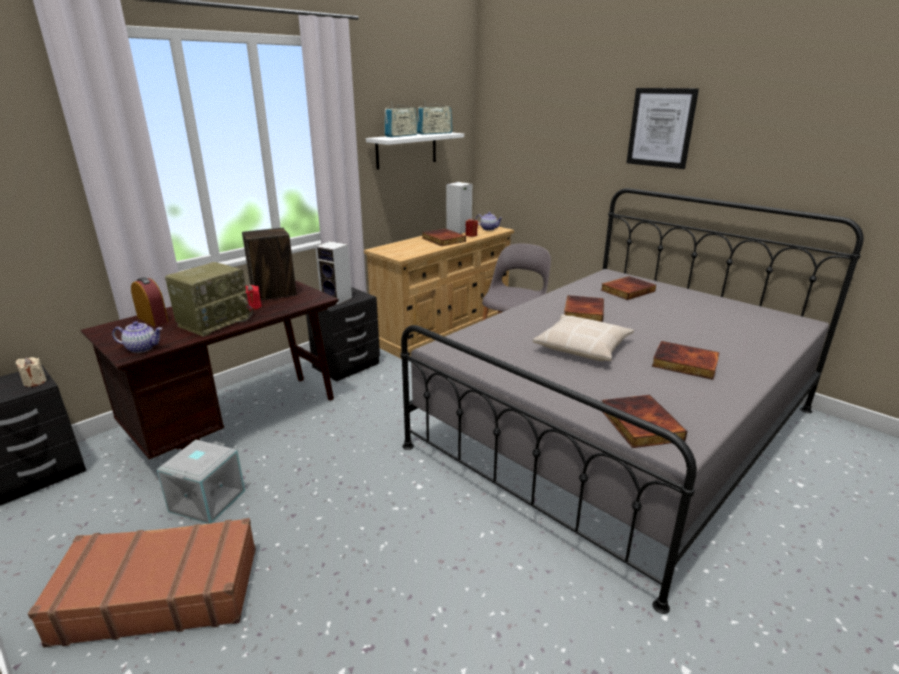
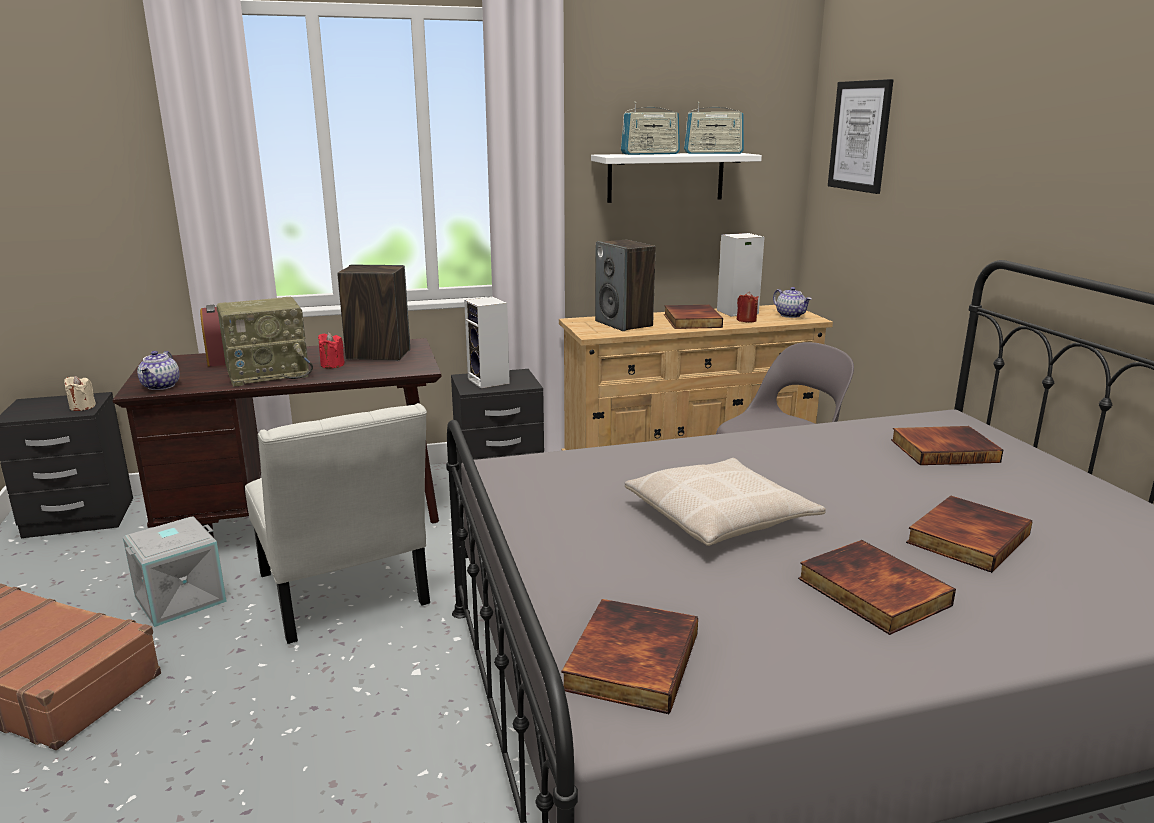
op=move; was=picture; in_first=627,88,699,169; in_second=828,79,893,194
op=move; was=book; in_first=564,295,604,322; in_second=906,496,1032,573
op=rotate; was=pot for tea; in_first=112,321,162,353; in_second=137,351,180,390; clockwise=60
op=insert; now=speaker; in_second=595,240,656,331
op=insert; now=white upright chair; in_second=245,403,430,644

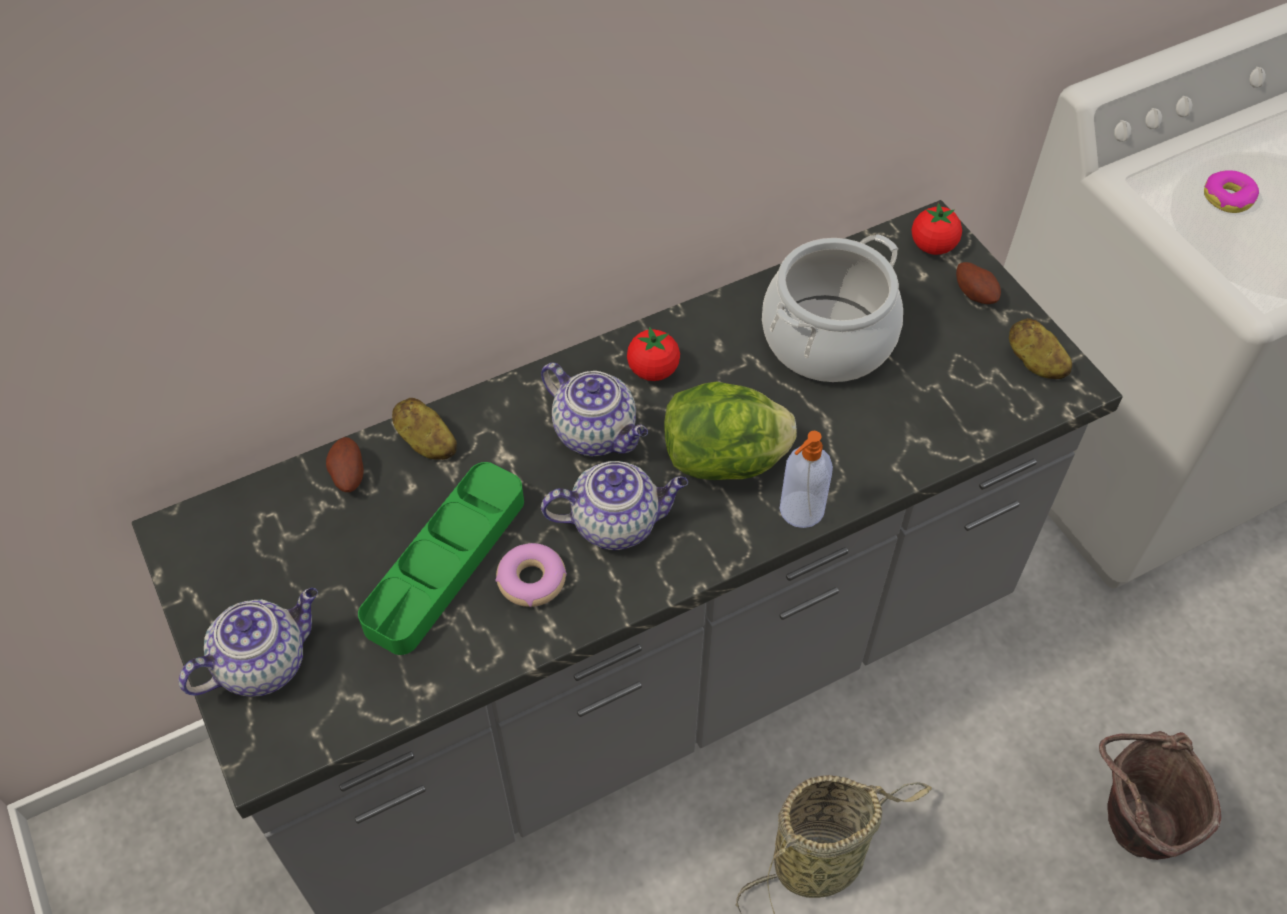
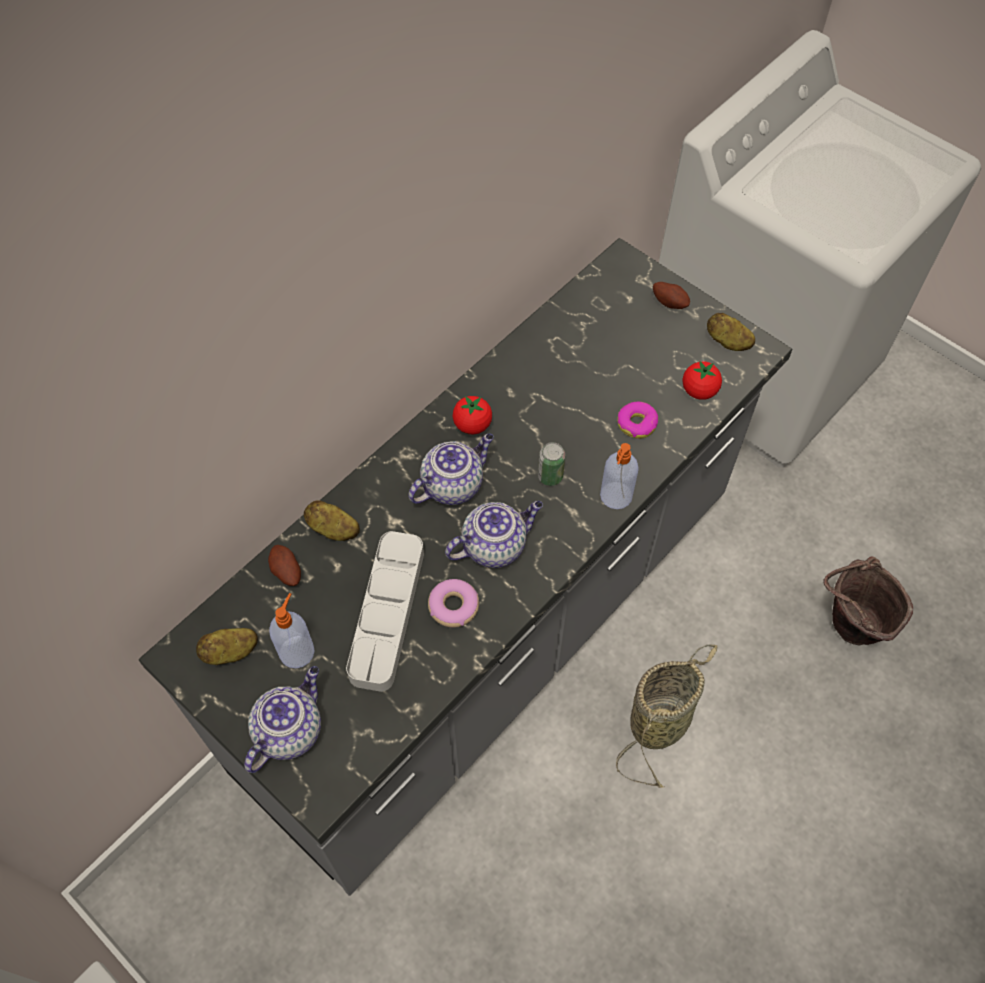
op=move; was=doughnut; in_first=1204,170,1259,213; in_second=617,402,658,439
op=move; was=fresh tomato; in_first=912,203,962,255; in_second=682,361,722,400
op=delete; was=saucepot; in_first=762,234,903,382
op=rotate; was=pot for tea; in_first=541,363,648,456; in_second=408,433,494,505; clockwise=-60
op=replace; was=head of lettuce; now=can; in_first=664,382,797,480; in_second=538,442,565,486
op=recolor; was=green tray; now=greyish tray; in_first=358,462,524,655; in_second=346,531,424,692
op=insert; now=soap dispenser; in_second=269,593,314,668
op=insert; now=whole potato; in_second=196,628,258,665

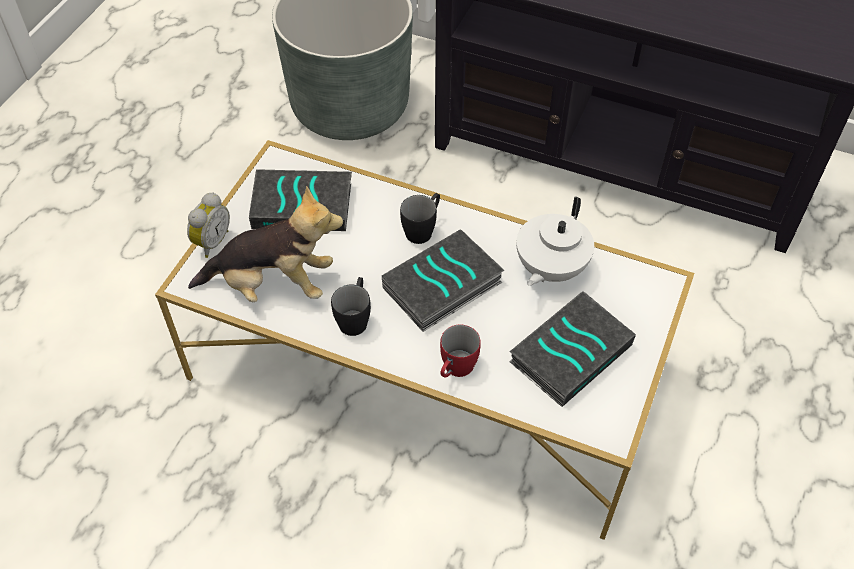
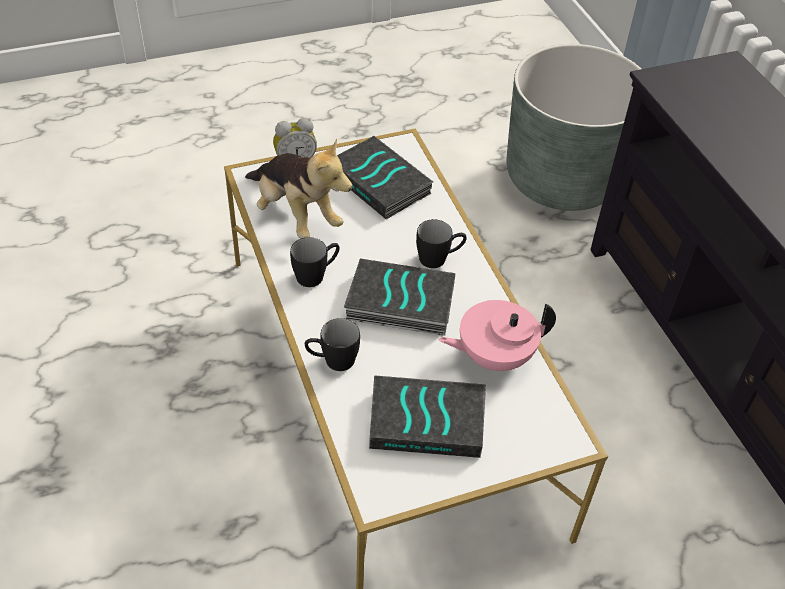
op=recolor; was=white pot for tea; now=pinkish pot for tea; in_first=517,196,594,286; in_second=439,300,556,371
op=recolor; was=red-coloured mug; now=blackish mug; in_first=440,325,481,378; in_second=305,318,360,371

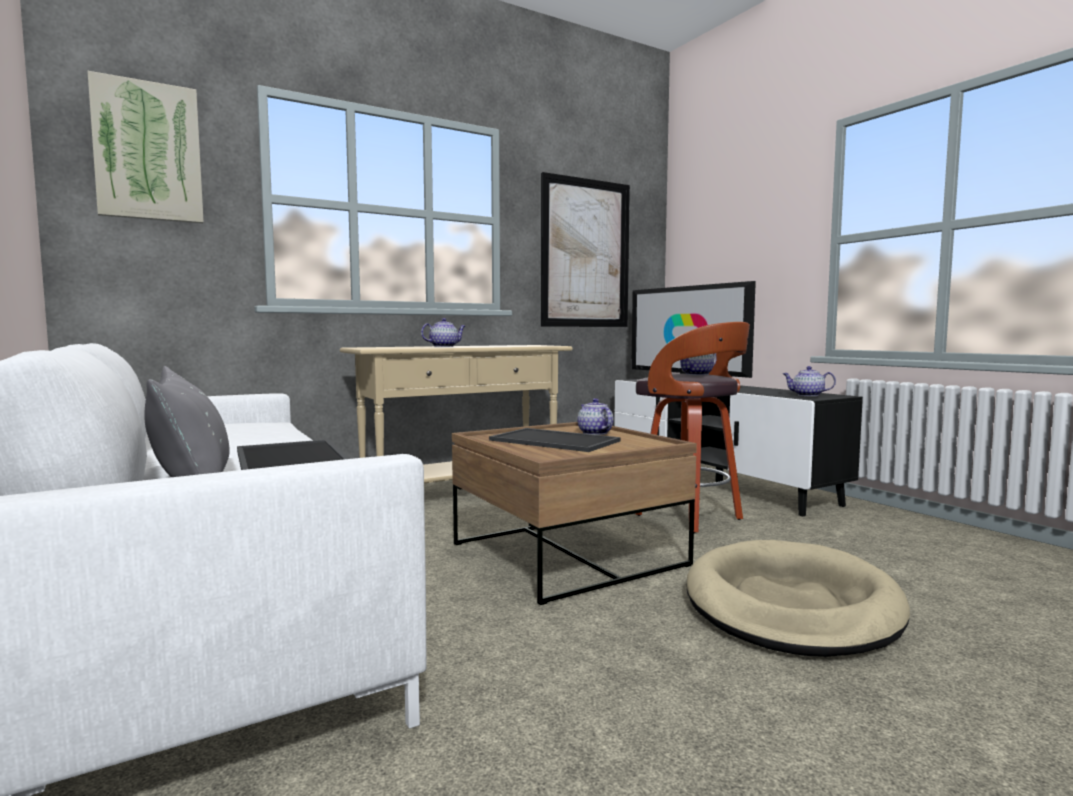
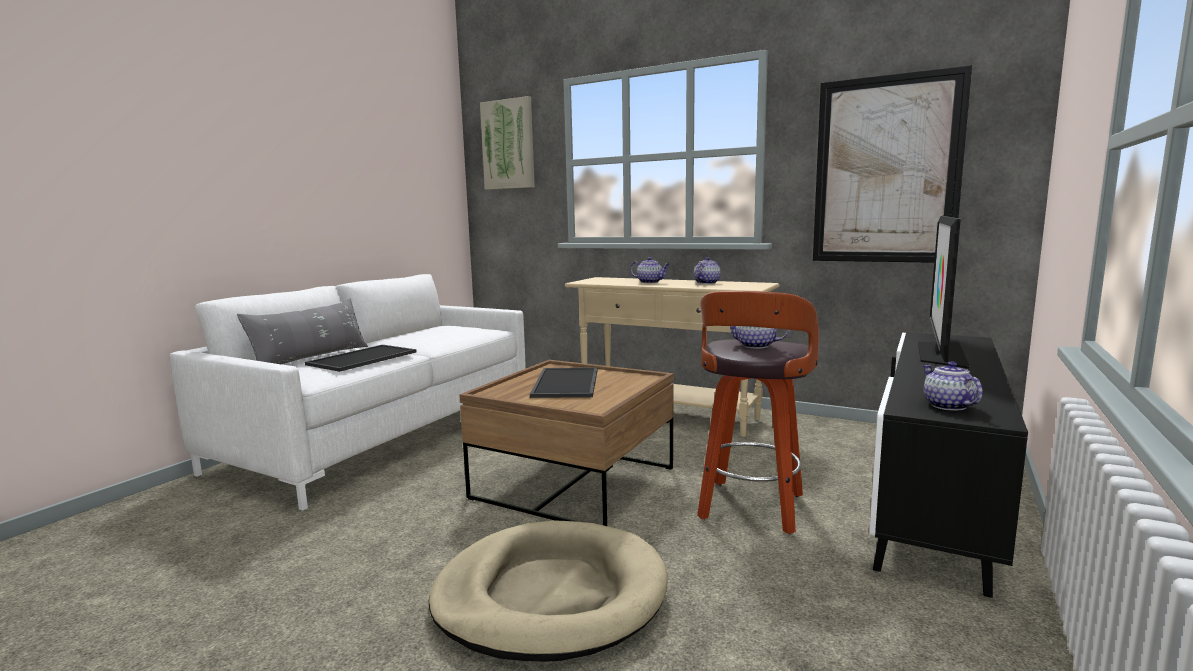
op=move; was=pot for tea; in_first=577,398,614,435; in_second=694,257,721,284

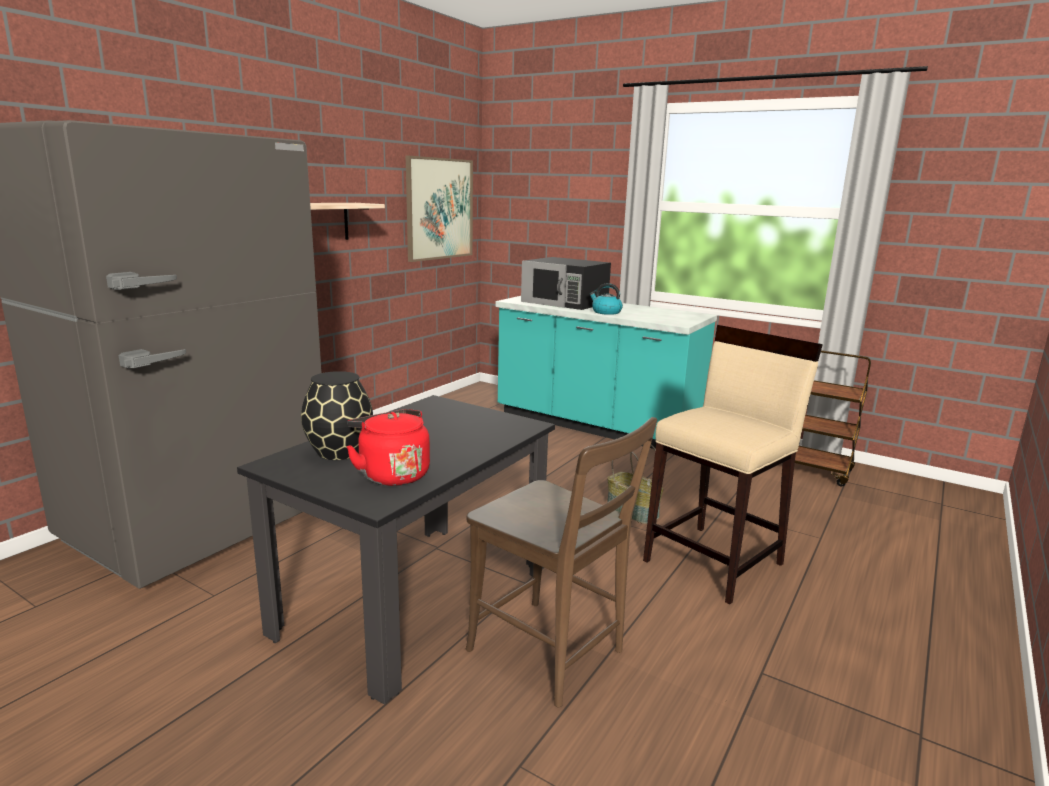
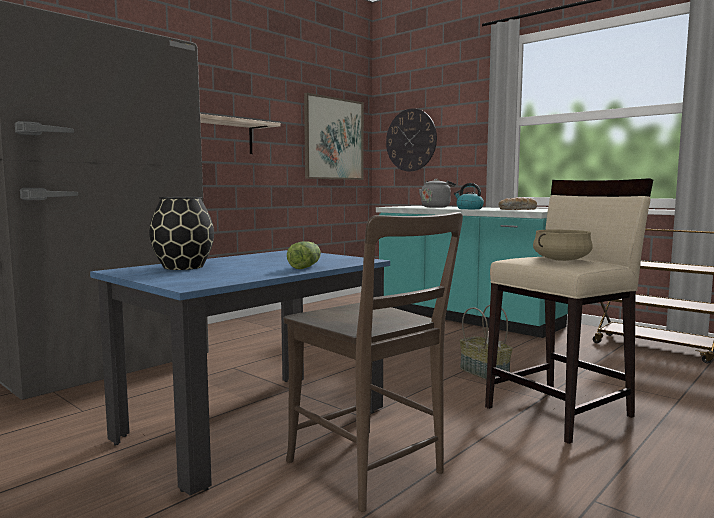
op=replace; was=blackish kitchen microwave; now=greyish water kettle; in_first=521,257,611,310; in_second=419,179,456,208
op=recolor; was=blackish dinner table; now=bluish dinner table; in_first=237,395,555,705; in_second=90,250,390,495
op=delete; was=red-coloured water kettle; in_first=346,409,430,486
op=insert; now=wall clock; in_second=386,109,437,171
op=insert; now=baked bread; in_second=499,197,537,210
op=insert; now=beige-coloured saucepot; in_second=533,230,593,261
op=insert; now=head of lettuce; in_second=287,241,321,269

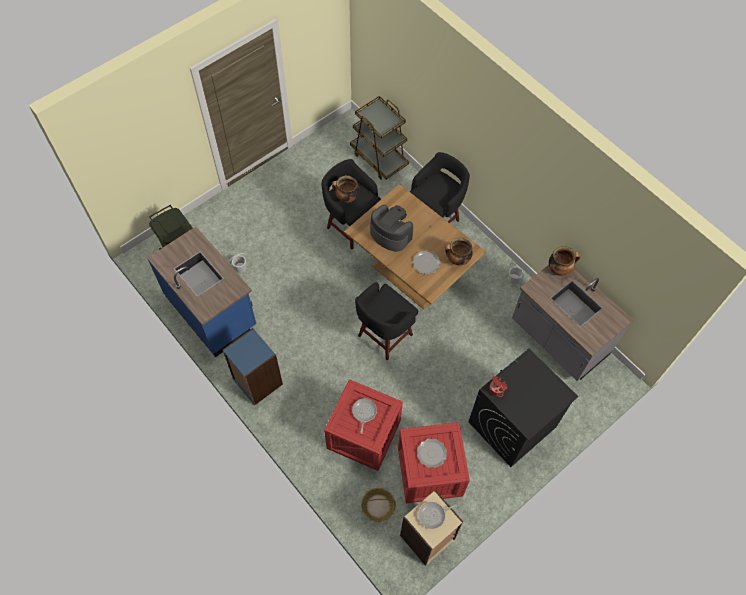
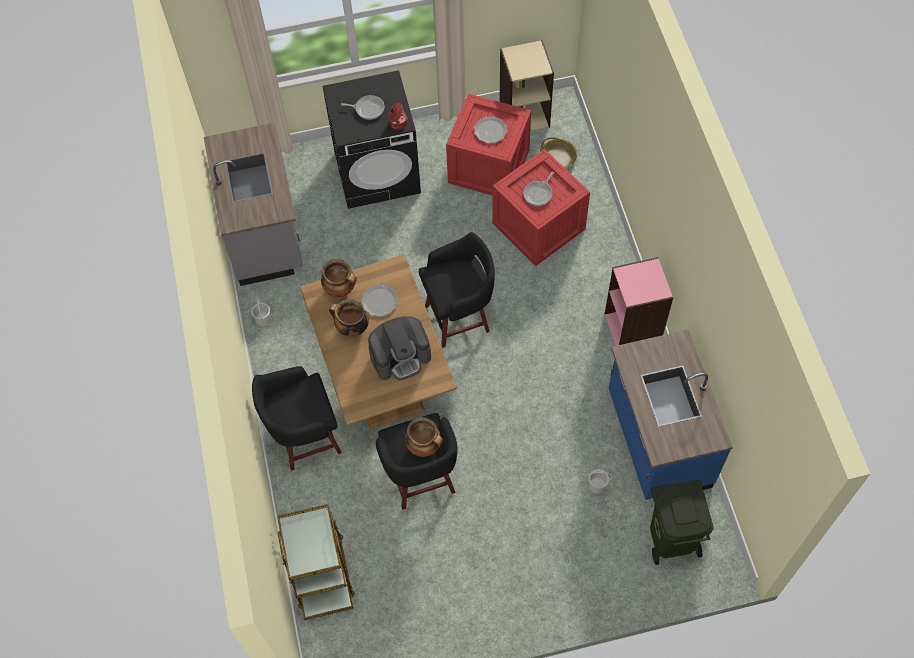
op=rotate; was=coffee maker; in_first=370,205,414,252; in_second=368,316,431,380; clockwise=-90
op=move; was=saucepot; in_first=549,246,580,276; in_second=329,299,369,337
op=recolor; was=bluish shelving unit; now=pinkish shelving unit; in_first=223,328,283,406; in_second=605,257,673,346
op=move; was=pan; in_first=418,502,457,529; in_second=341,95,384,120

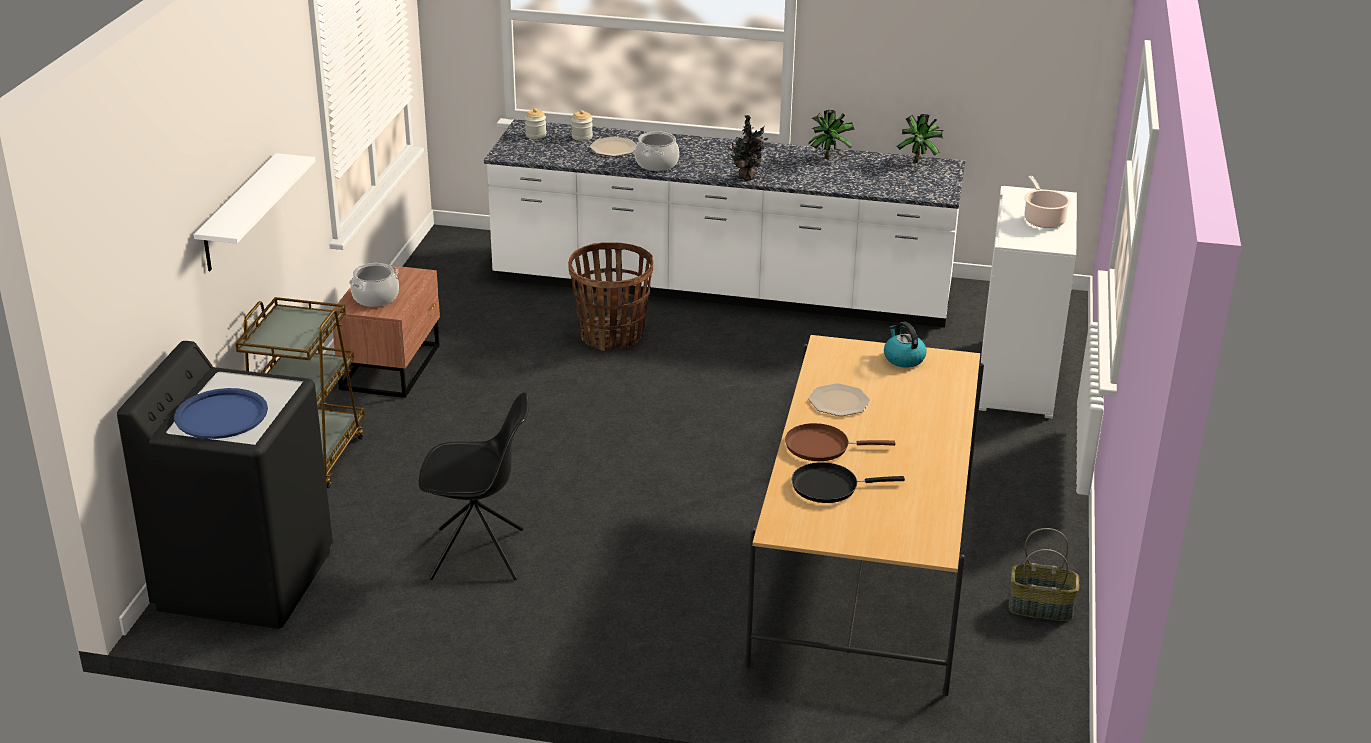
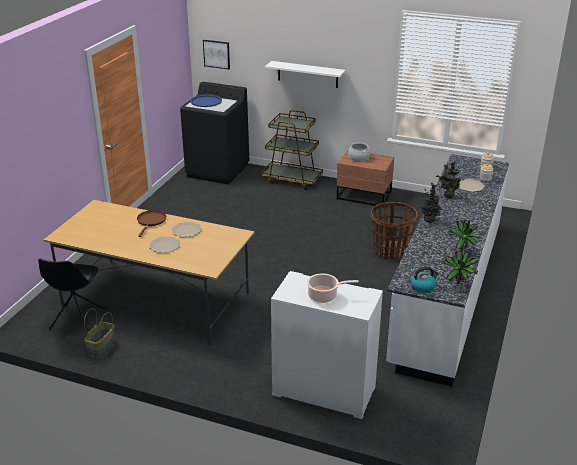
op=replace; was=saucepot; now=plant in a pot; in_first=635,131,679,171; in_second=436,160,465,198
op=move; was=water kettle; in_first=884,322,927,368; in_second=410,266,439,293
op=move; was=blackish upright chair; in_first=419,392,529,580; in_second=38,258,106,332
op=delete; was=blackish pan; in_first=792,462,905,503
op=insert; now=picture; in_second=203,40,230,69
op=insert; now=flat dish; in_second=149,237,180,253

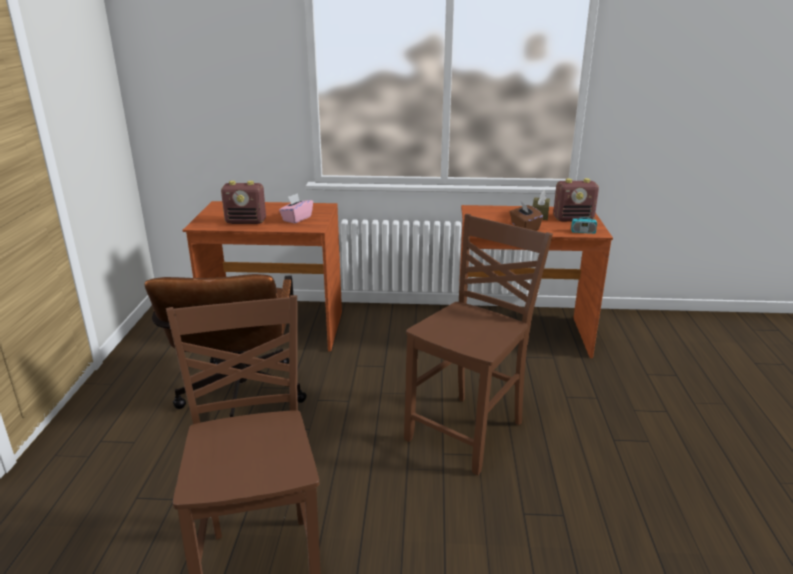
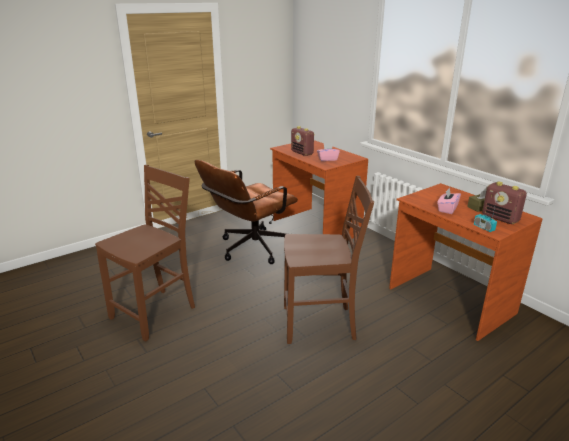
op=recolor; was=brown-coloured tissue box; now=pinkish tissue box; in_first=510,202,543,231; in_second=437,188,461,214

